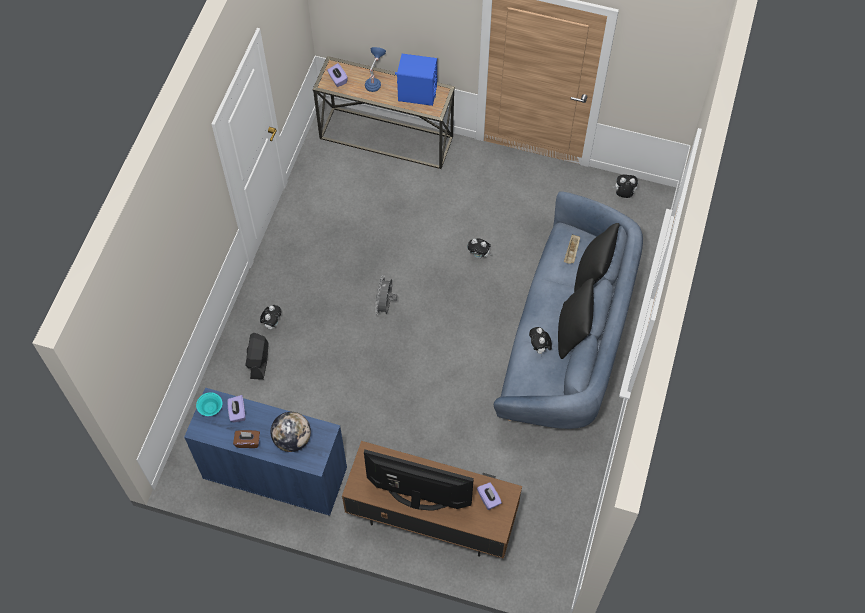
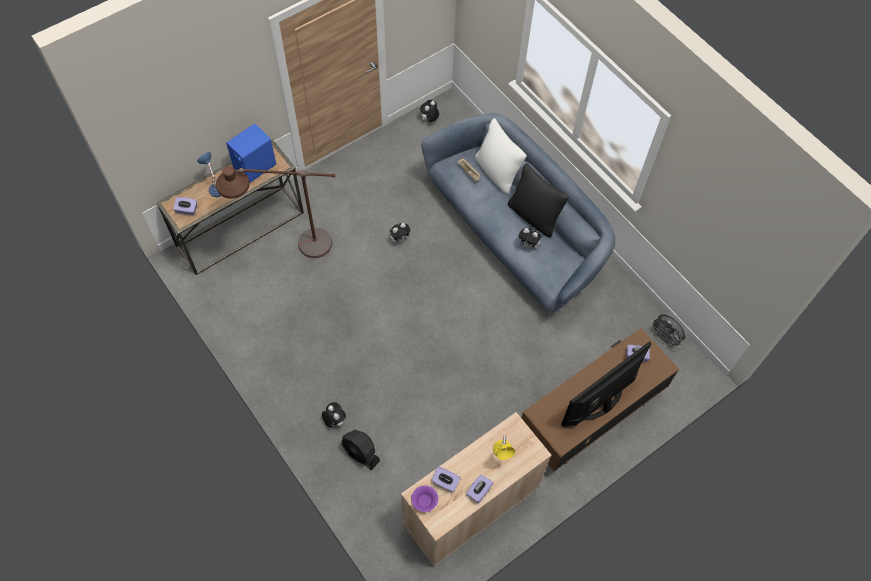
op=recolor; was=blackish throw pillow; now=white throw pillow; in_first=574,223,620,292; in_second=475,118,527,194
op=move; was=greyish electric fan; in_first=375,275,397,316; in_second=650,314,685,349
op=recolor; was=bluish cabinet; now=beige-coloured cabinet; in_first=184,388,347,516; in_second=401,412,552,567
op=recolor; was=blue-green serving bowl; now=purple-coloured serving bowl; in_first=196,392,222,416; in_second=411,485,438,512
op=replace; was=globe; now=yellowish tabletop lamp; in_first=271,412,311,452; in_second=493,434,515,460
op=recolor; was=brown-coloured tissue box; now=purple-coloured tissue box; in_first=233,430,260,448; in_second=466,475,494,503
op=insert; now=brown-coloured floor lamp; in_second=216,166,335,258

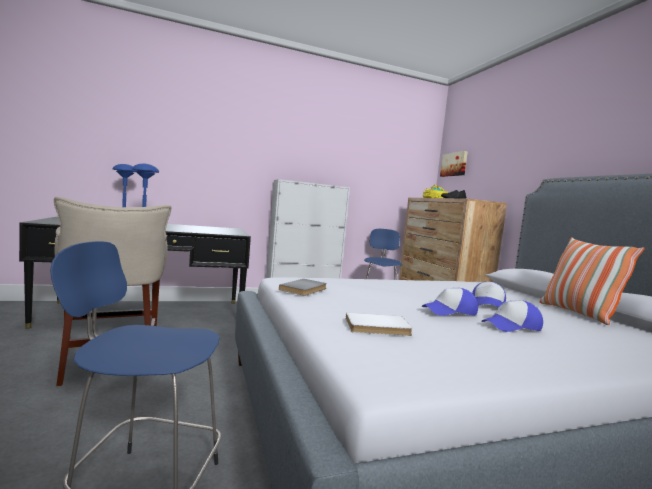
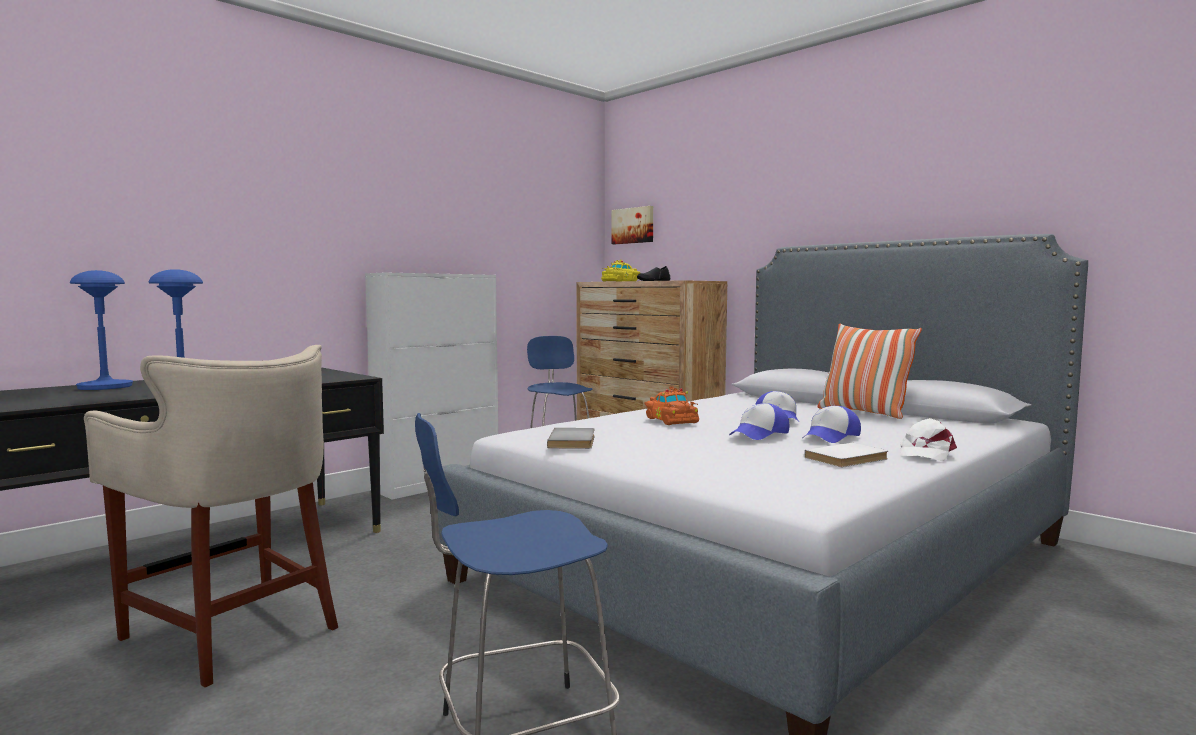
op=move; was=white book; in_first=345,313,413,336; in_second=804,443,888,467
op=insert; now=orangey toy car; in_second=644,386,699,425
op=insert; now=white peaked cap; in_second=900,418,957,461

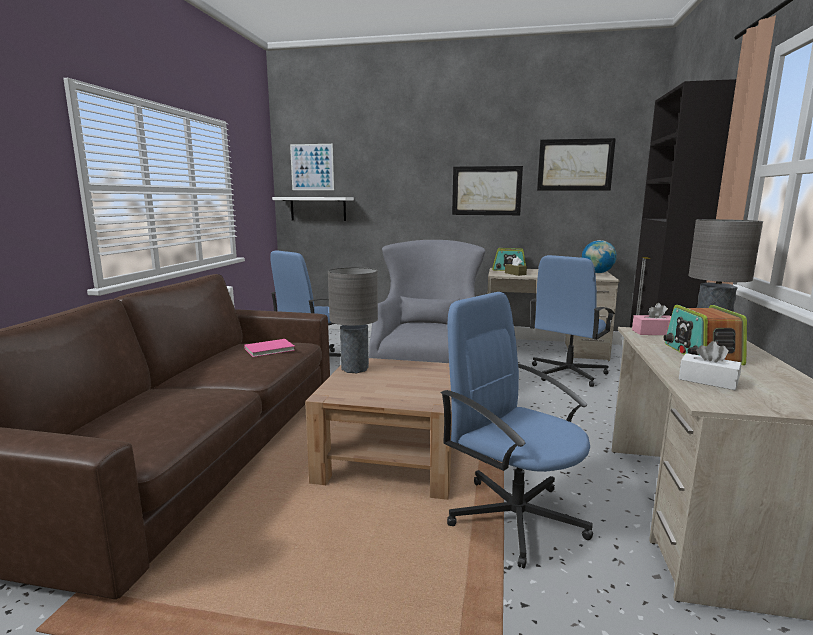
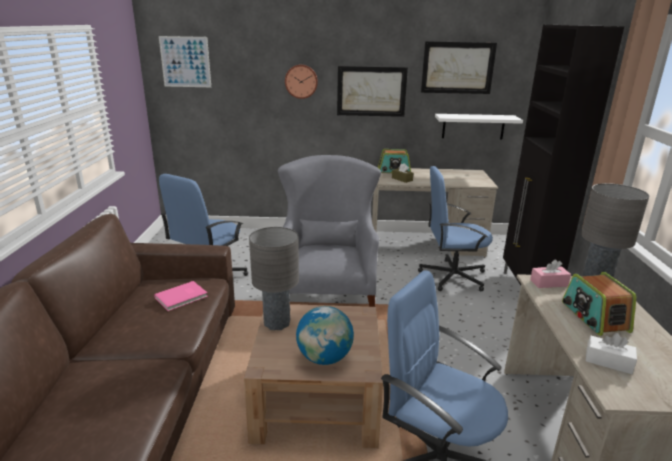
op=move; was=white wall shelf; in_first=272,197,354,221; in_second=435,114,523,140
op=move; was=globe; in_first=582,240,617,273; in_second=296,306,354,365
op=rotate; was=bluish desk chair; in_first=530,255,615,387; in_second=418,166,493,291; clockwise=60
op=insert; now=wall clock; in_second=285,64,318,99

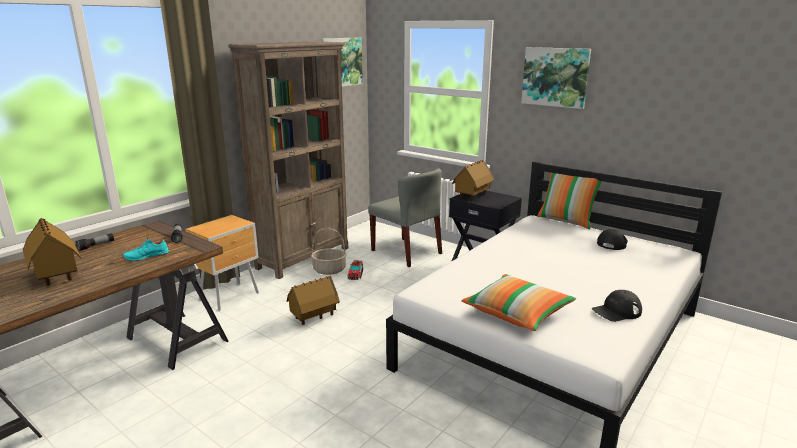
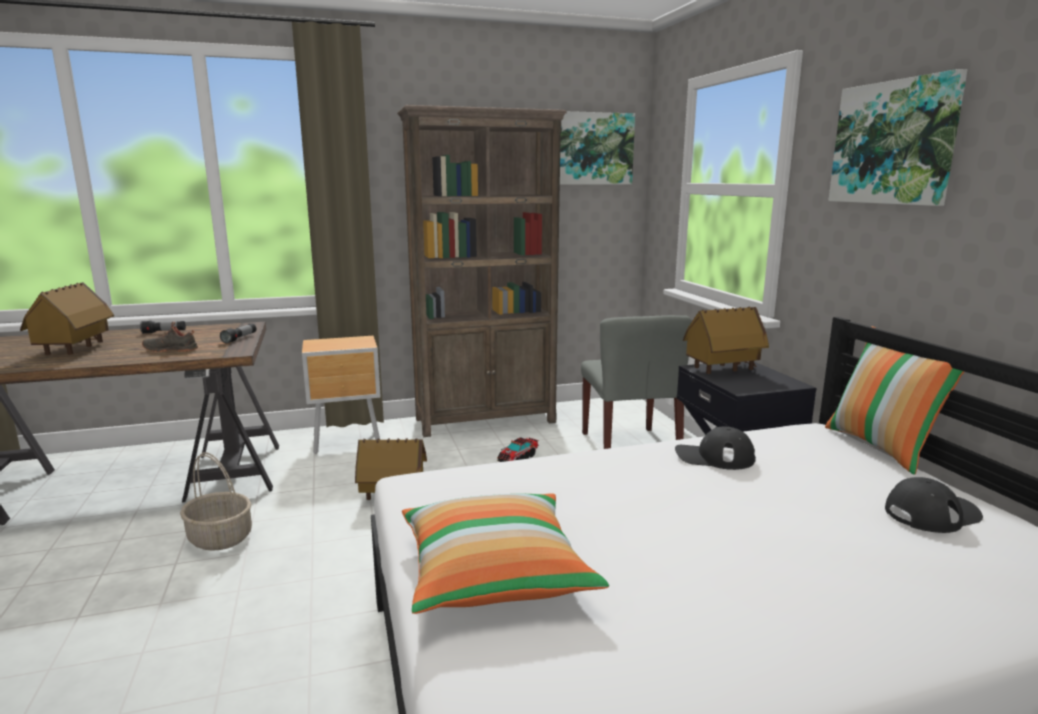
op=move; was=household basket; in_first=311,228,346,275; in_second=180,452,252,551
op=recolor; was=blue-green low shoe; now=blackish low shoe; in_first=122,238,169,262; in_second=142,322,198,352
op=move; was=blackish peaked cap; in_first=592,290,642,322; in_second=675,427,756,470

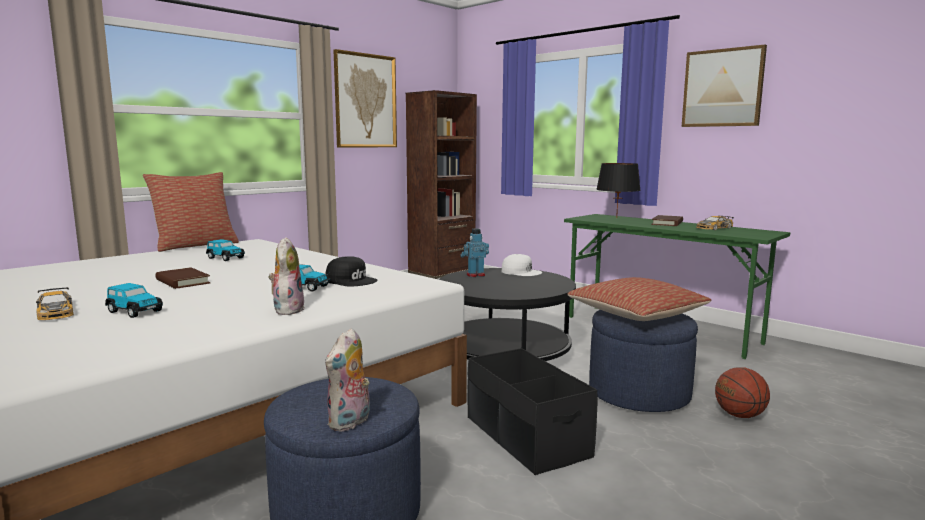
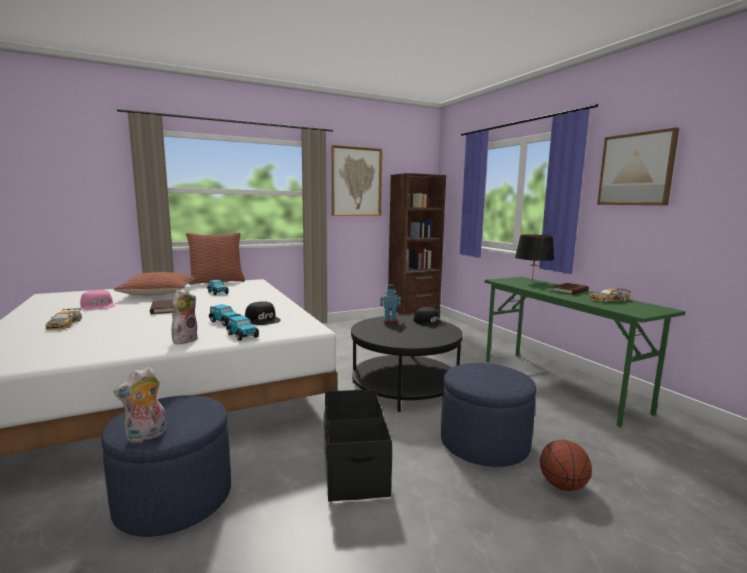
op=recolor; was=white peaked cap; now=blackish peaked cap; in_first=502,254,542,276; in_second=413,307,446,327
op=move; was=throw pillow; in_first=567,277,711,321; in_second=114,272,194,296
op=move; was=toy car; in_first=105,283,163,318; in_second=226,315,259,341
op=insert; now=pinkish peaked cap; in_second=80,290,116,310

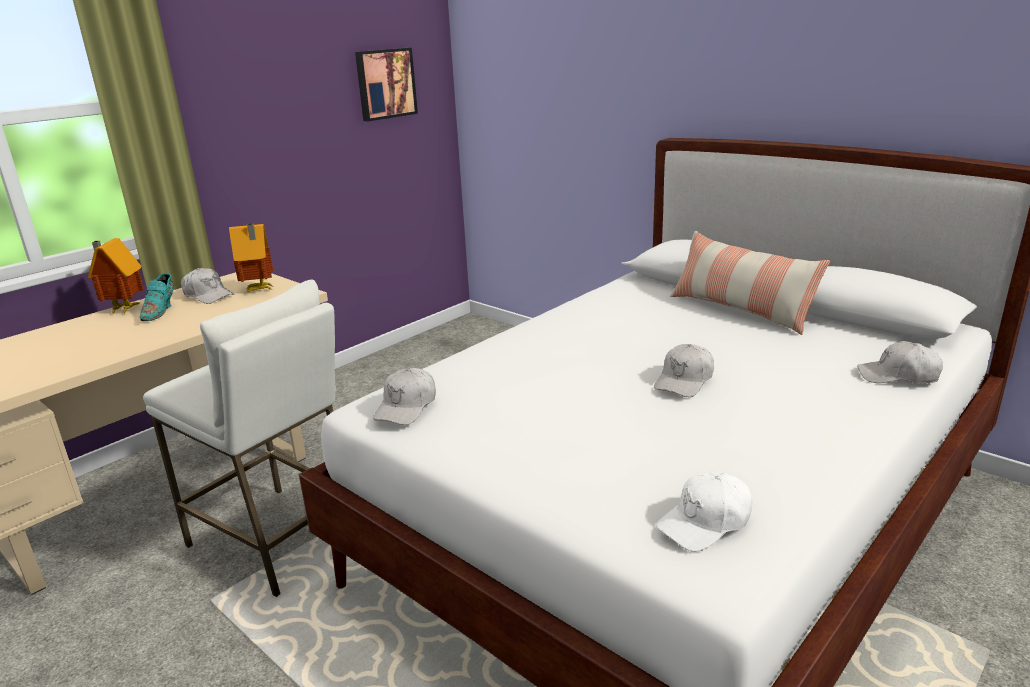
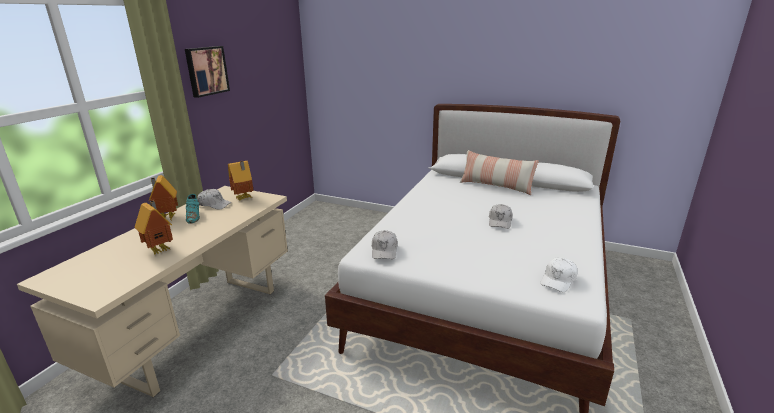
op=move; was=picture; in_first=355,48,418,121; in_second=185,46,230,98
op=delete; was=white stool seat; in_first=143,279,335,597
op=delete; was=white peaked cap; in_first=857,341,943,384
op=insert; now=model house; in_second=135,201,173,254

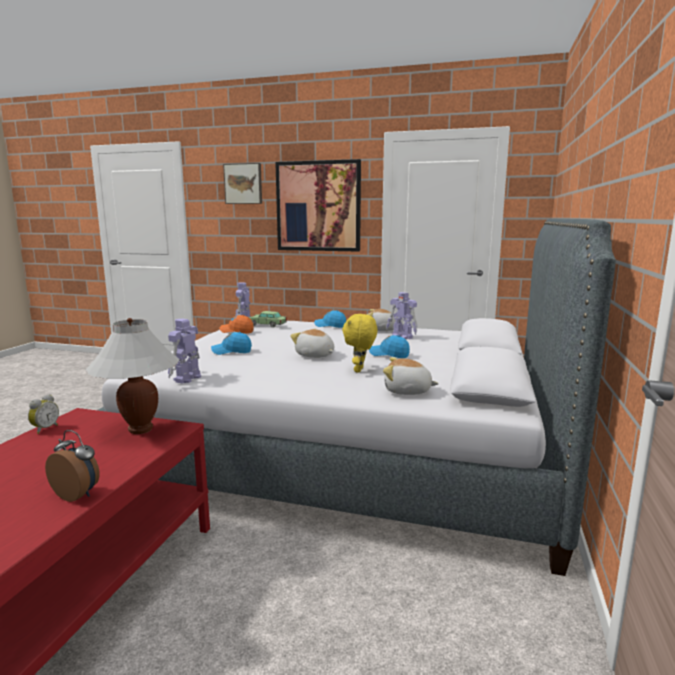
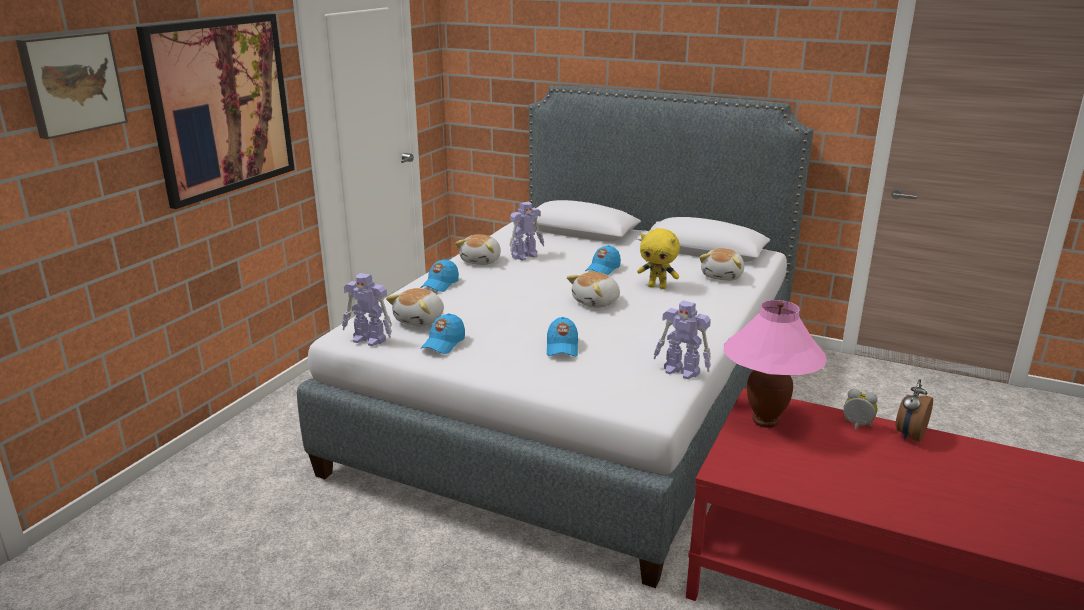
op=replace; was=toy car; now=soft toy; in_first=249,311,287,328; in_second=386,288,444,326
op=recolor; was=orangey peaked cap; now=bluish peaked cap; in_first=220,315,254,334; in_second=420,313,465,354
op=recolor; was=white tabletop lamp; now=pinkish tabletop lamp; in_first=86,318,180,434; in_second=724,300,827,428
op=move; was=bedside clock; in_first=28,394,59,434; in_second=843,389,878,430

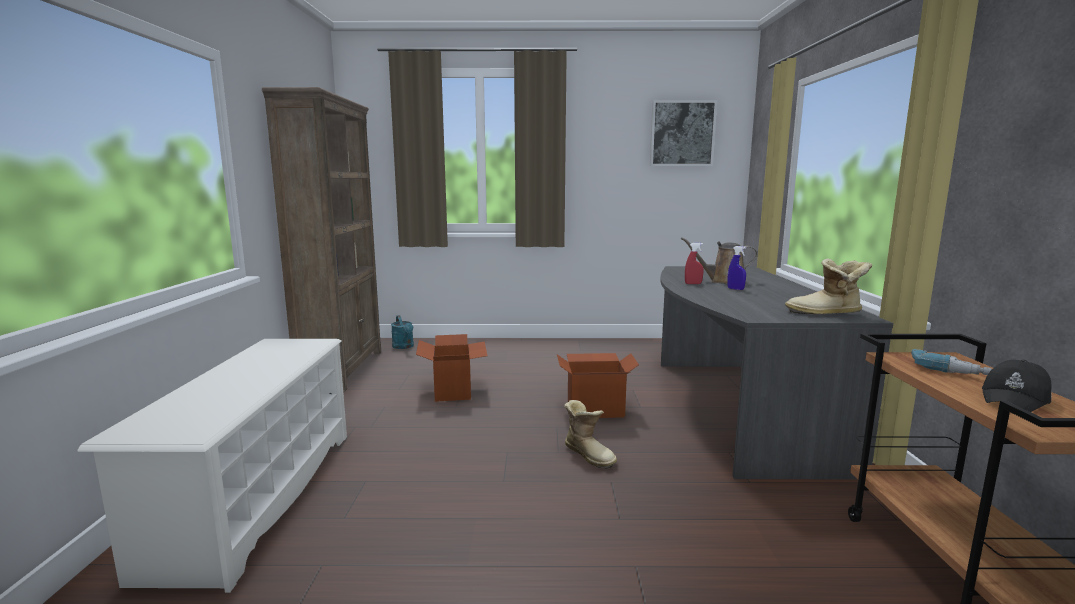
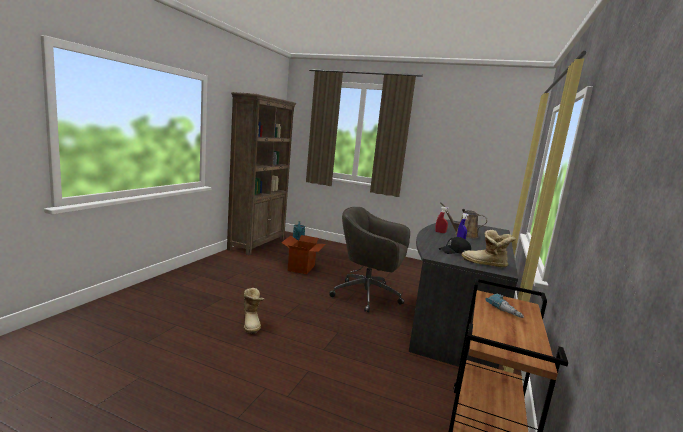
op=delete; was=picture; in_first=650,100,717,166
op=delete; was=white shoe shelf; in_first=78,339,347,593
op=replace; was=packing box; now=greyish desk chair; in_first=557,353,639,418; in_second=330,207,410,312
op=move; was=blackish peaked cap; in_first=982,359,1052,412; in_second=439,237,471,254
op=move; was=high-top boot; in_first=564,400,617,469; in_second=244,288,264,334

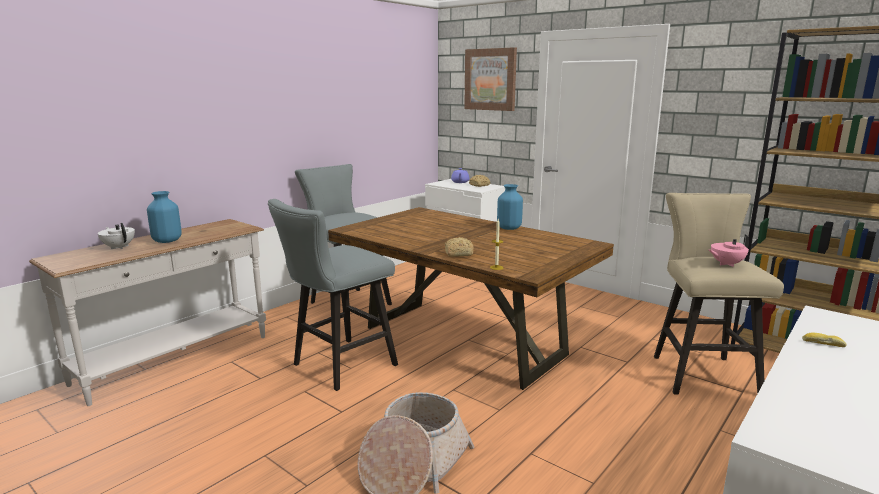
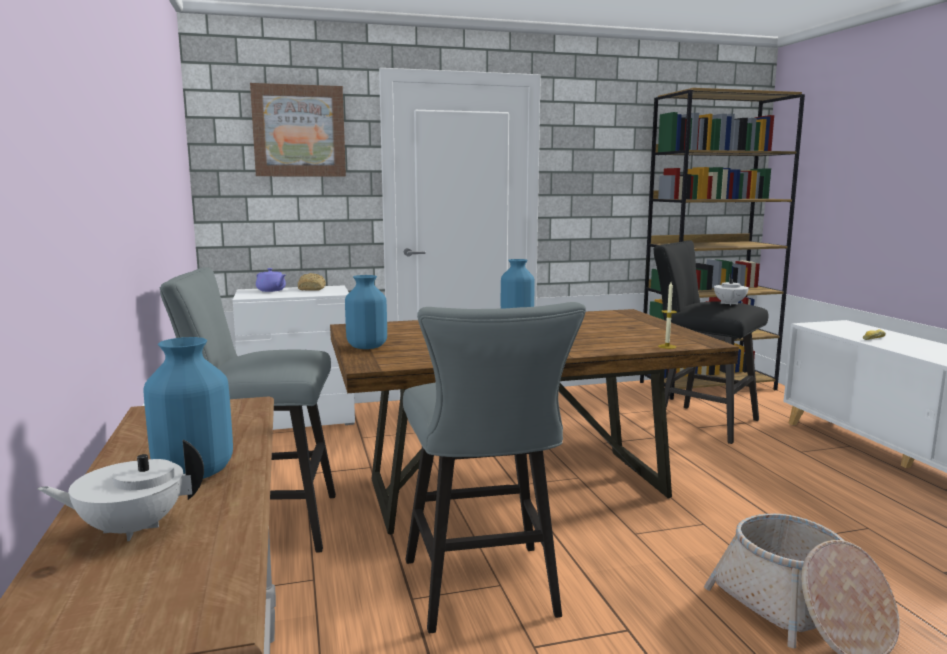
op=recolor; was=beige-coloured stool seat; now=blackish stool seat; in_first=654,193,784,395; in_second=653,240,768,444
op=recolor; was=pinkish pot for tea; now=white pot for tea; in_first=709,234,749,267; in_second=714,273,749,305
op=delete; was=baked bread; in_first=445,237,473,257
op=insert; now=bluish flower vase; in_second=345,275,387,349

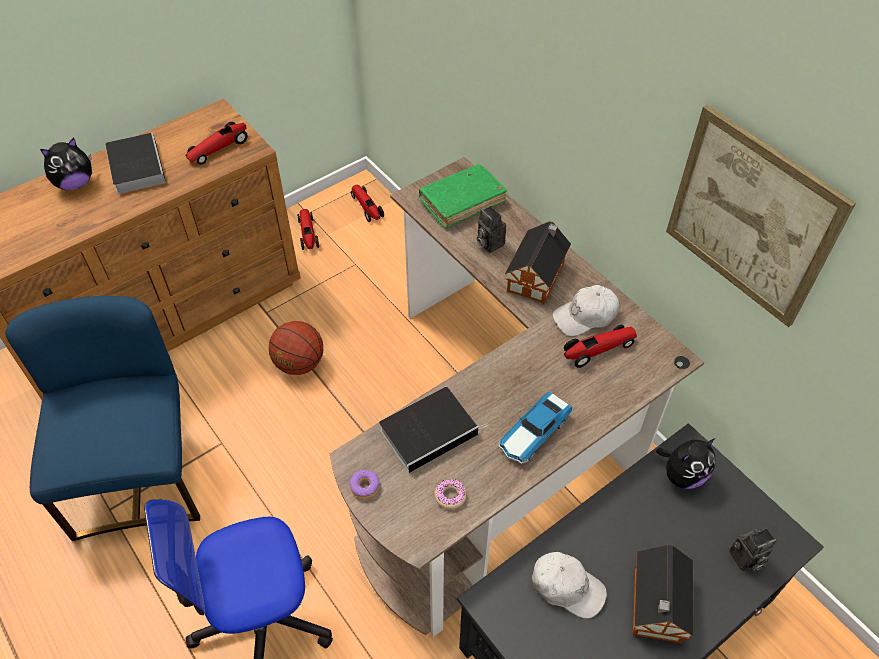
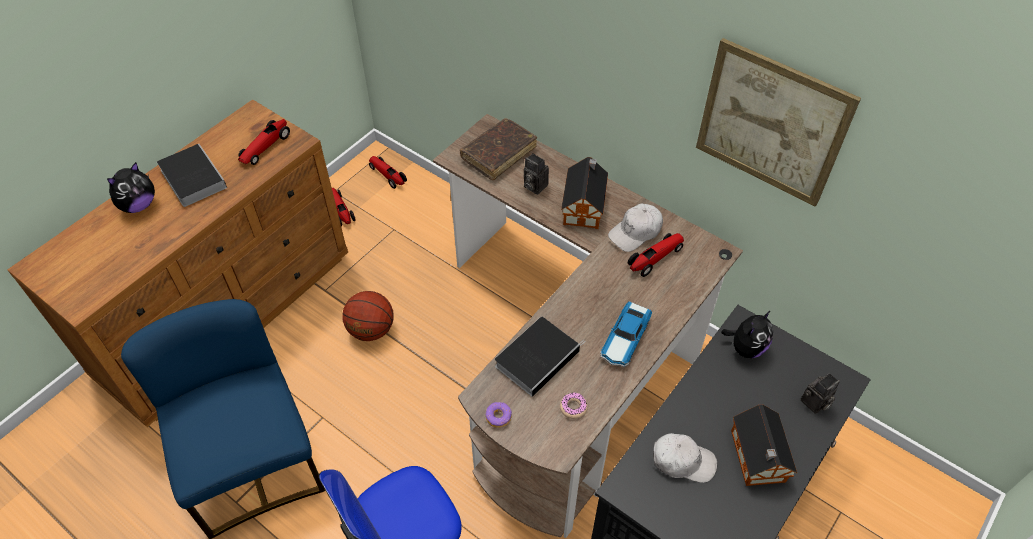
op=recolor; was=green book; now=brown-coloured book; in_first=419,164,507,228; in_second=460,118,537,180

